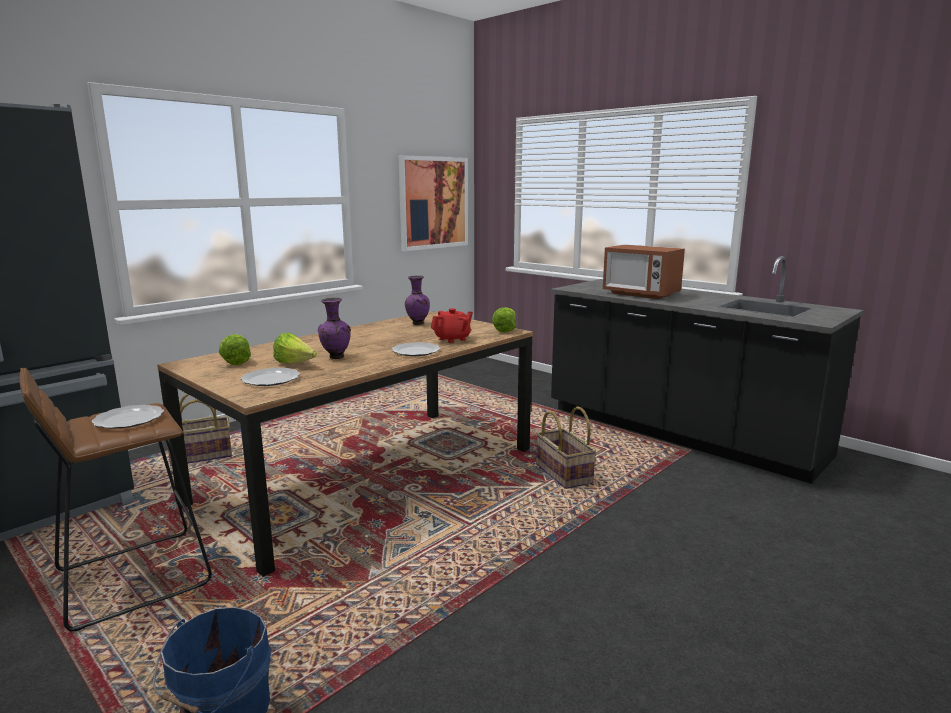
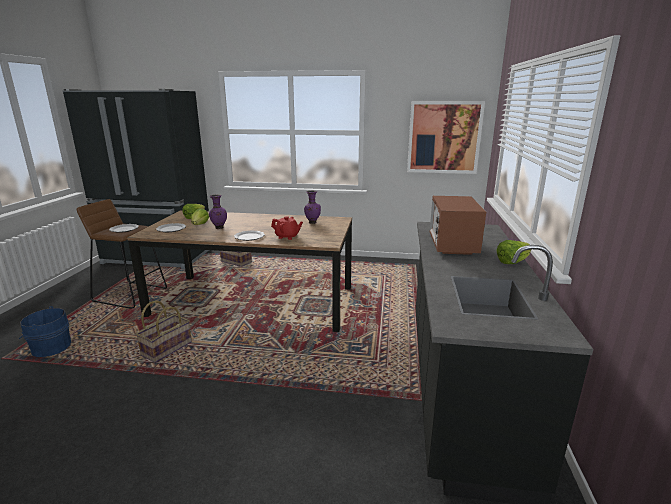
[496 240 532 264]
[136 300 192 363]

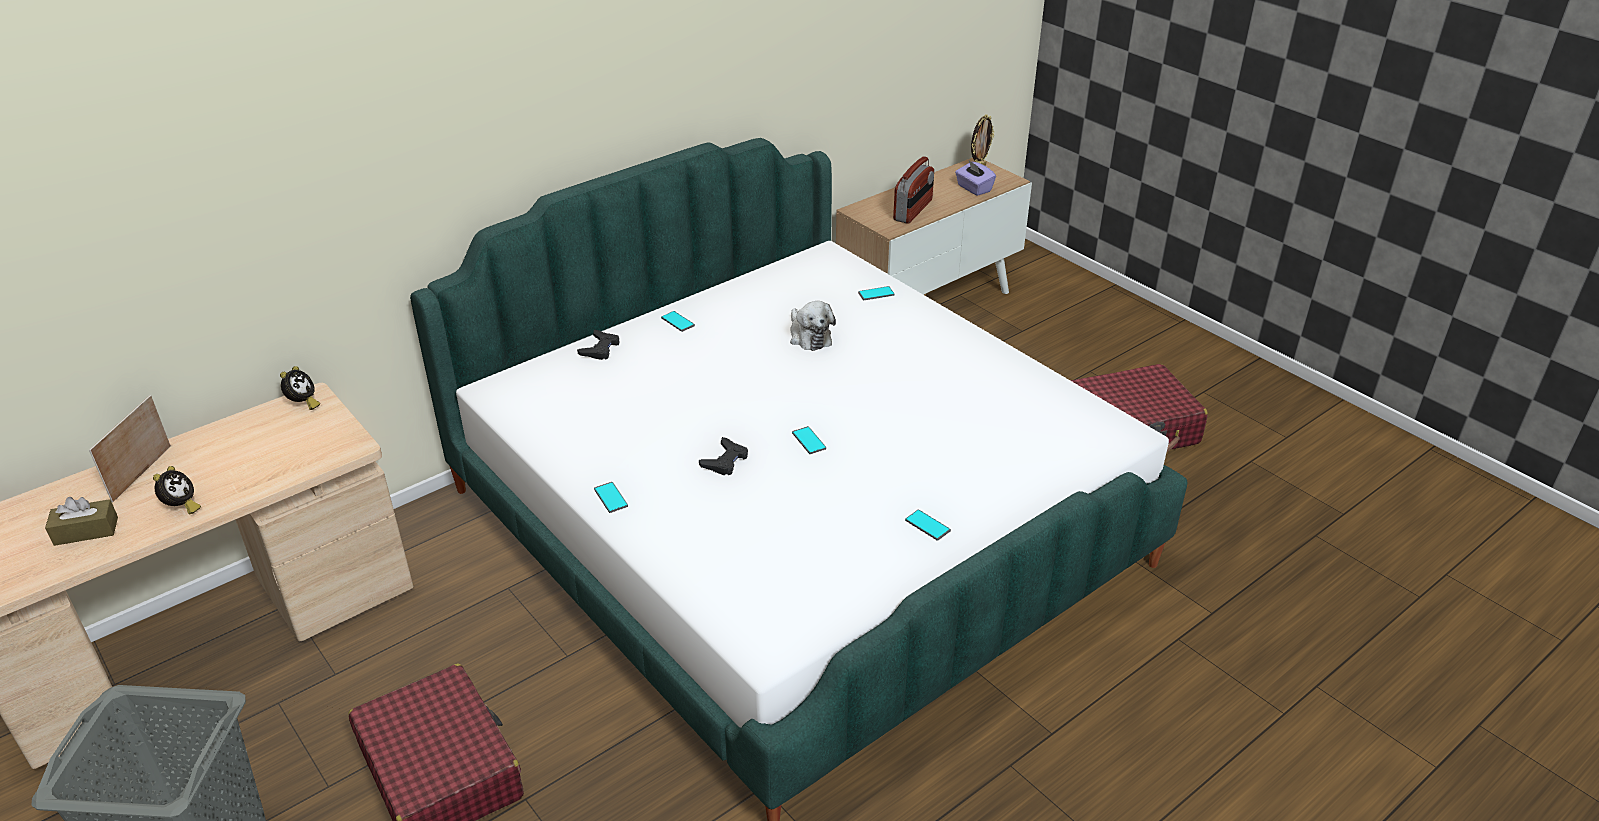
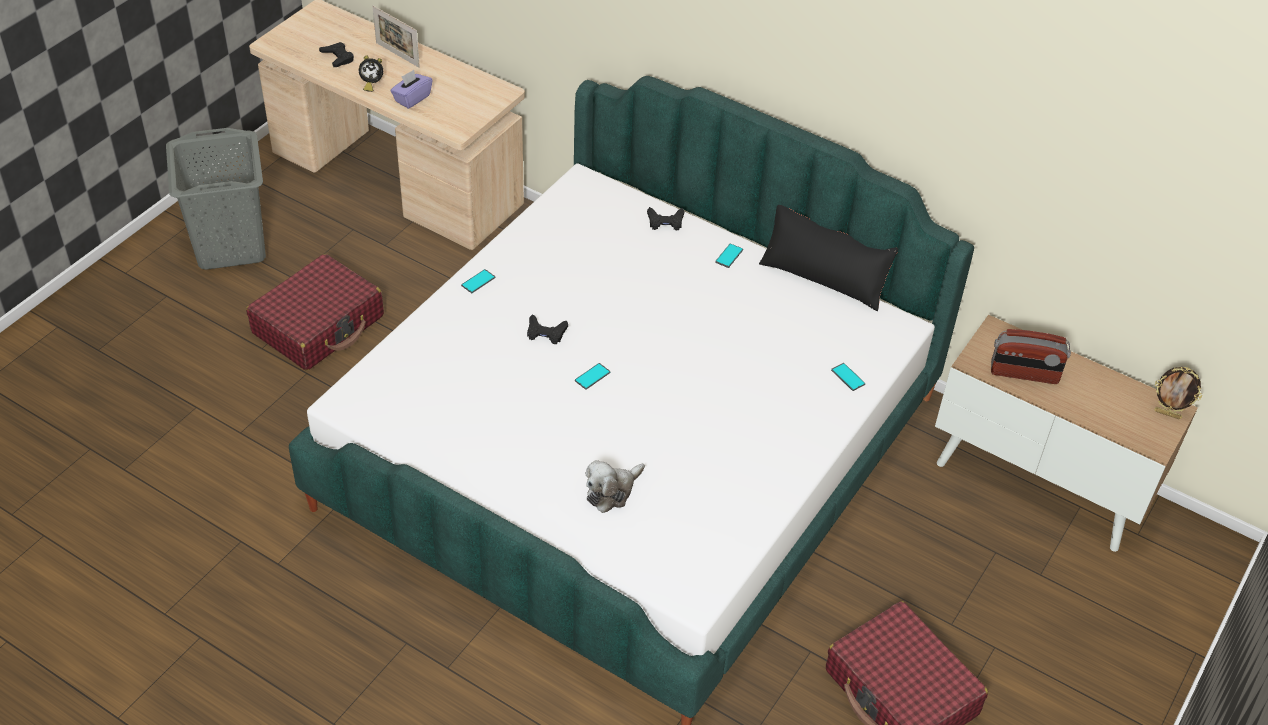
[390 70 433 109]
[585 460 645 513]
[280 366 320 410] (first image)
[373 6 420 68]
[319 42 354 67]
[905 510 951 541] (first image)
[759 205 898 311]

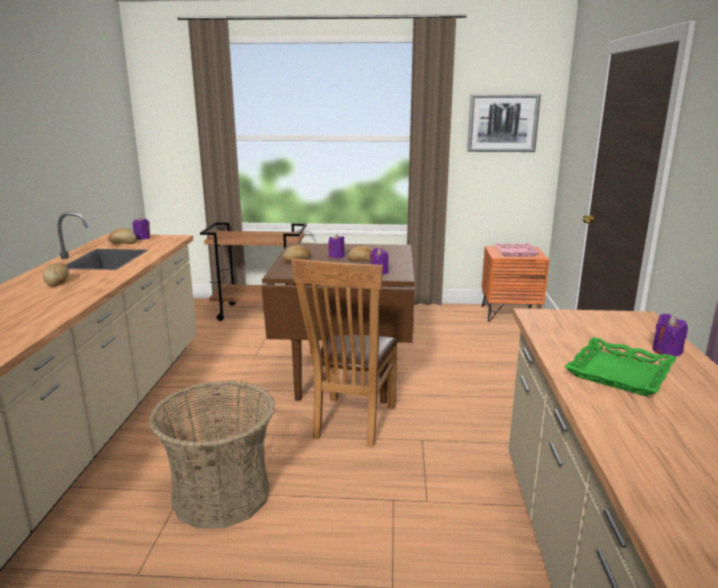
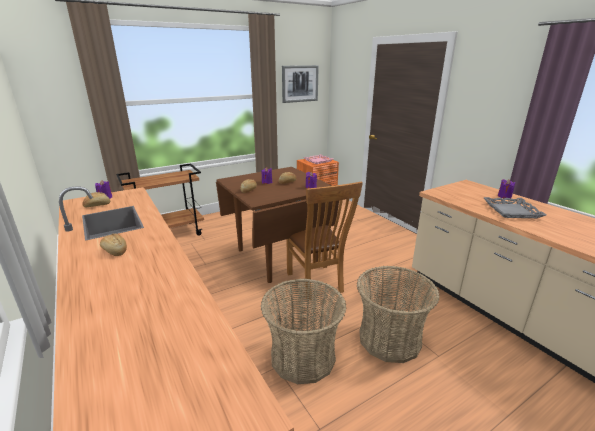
[484 197 546 218]
[357 266 440 363]

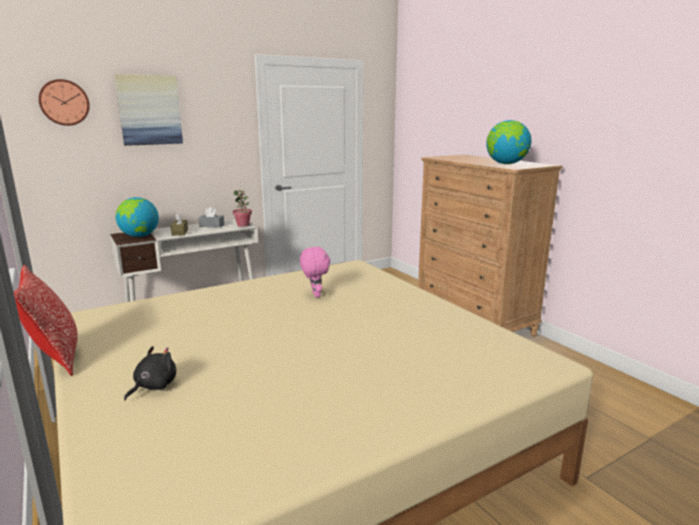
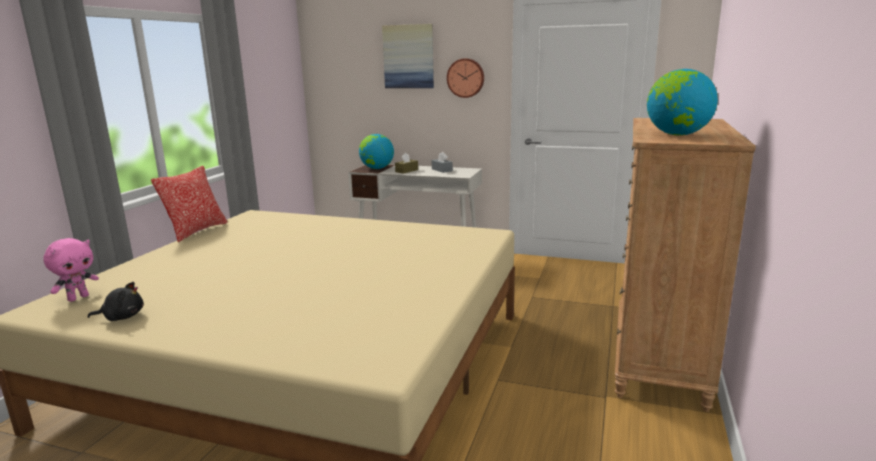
[447 58 484 98]
[233 190 252 227] (first image)
[43 238 99 302]
[88 282 144 321]

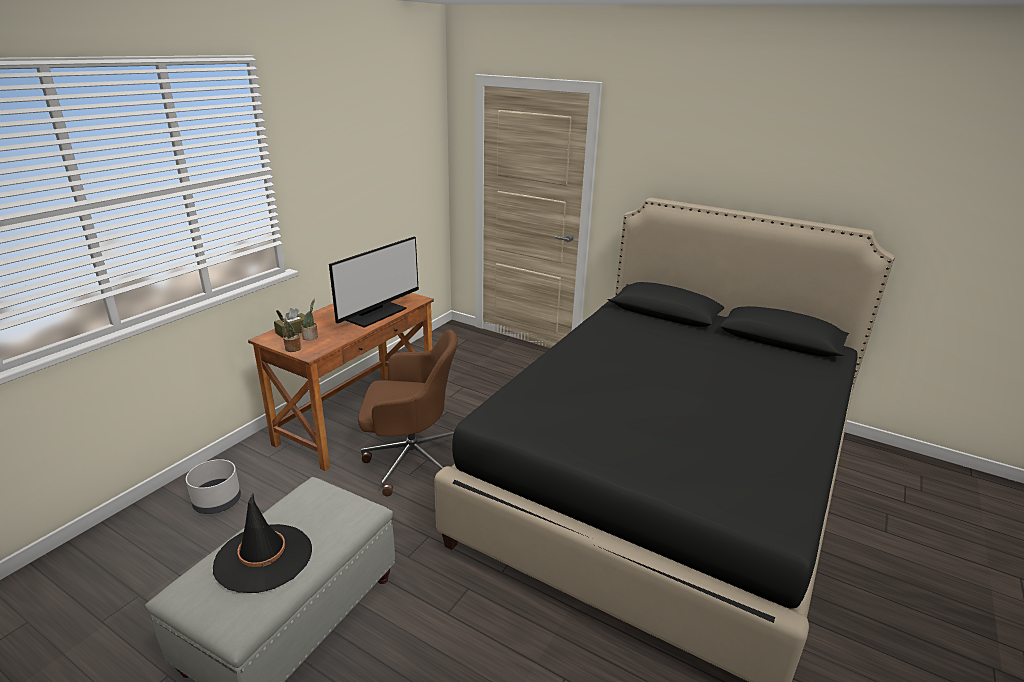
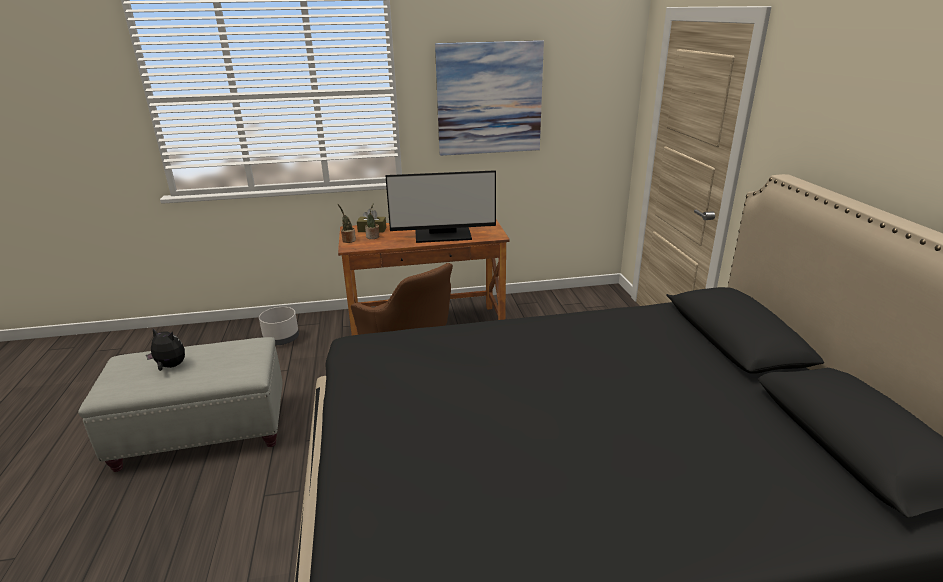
[146 329 185 371]
[435 40 544 156]

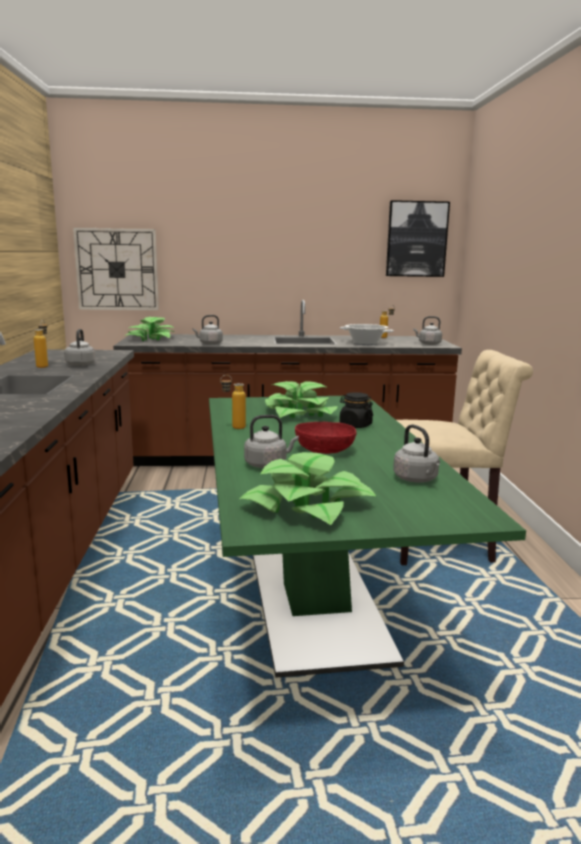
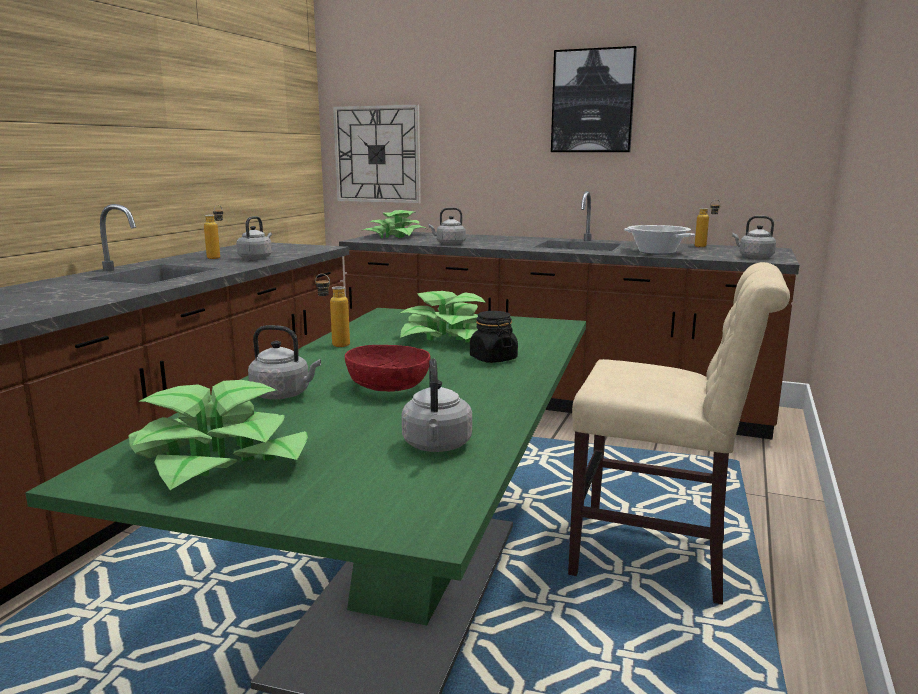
[551 46 637 152]

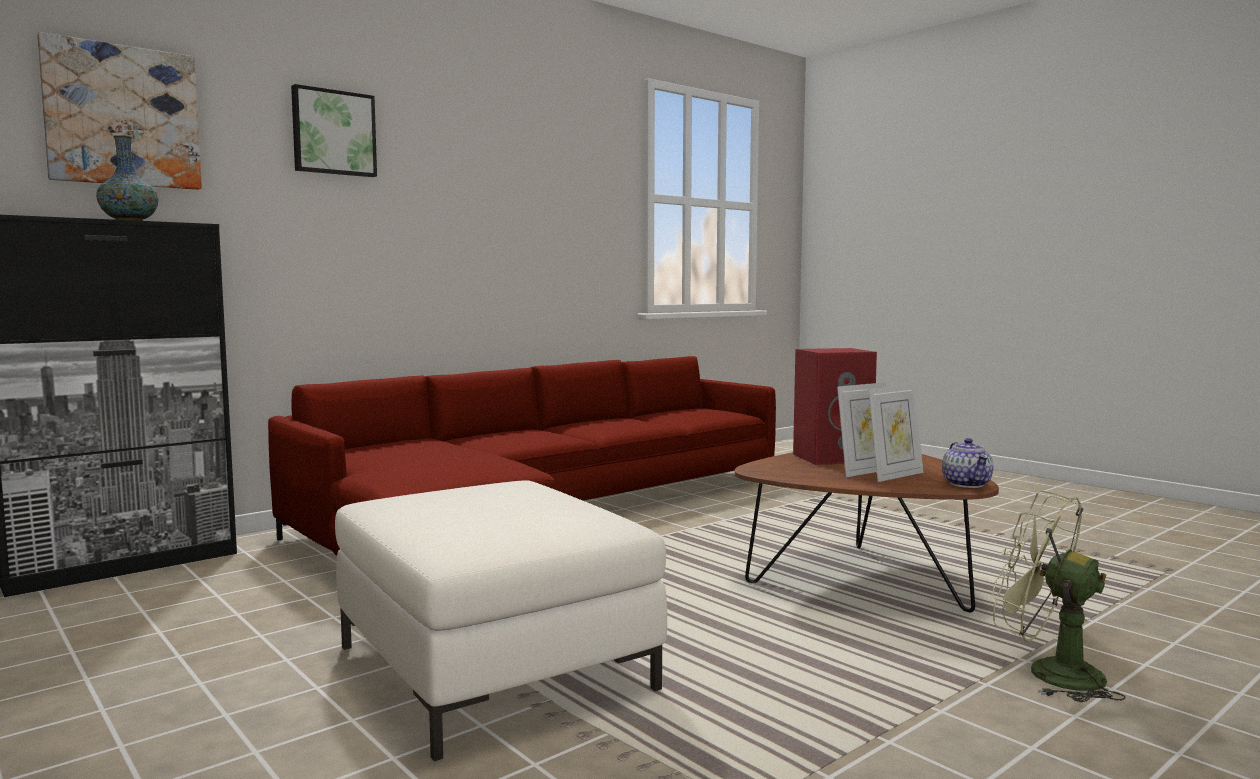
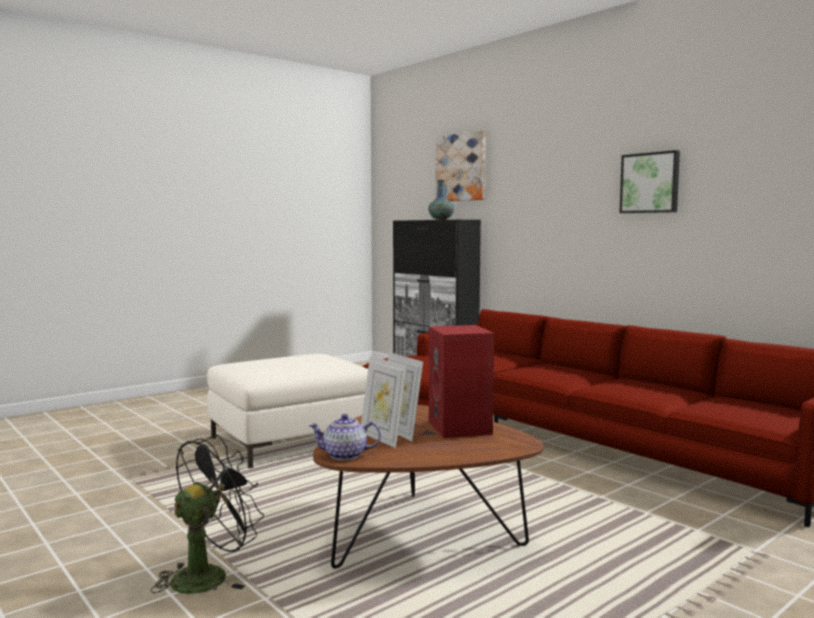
[619 150 680 213]
[151 435 264 594]

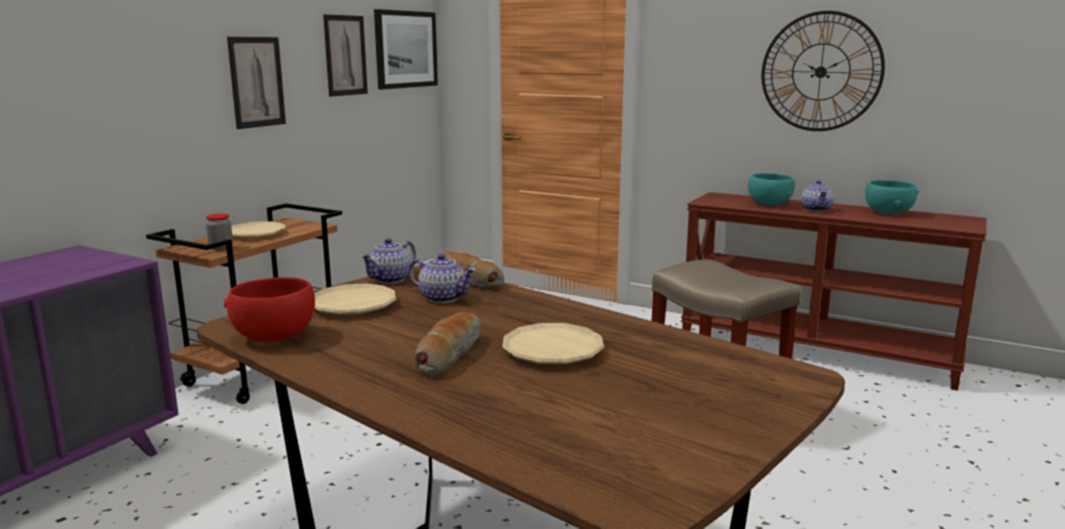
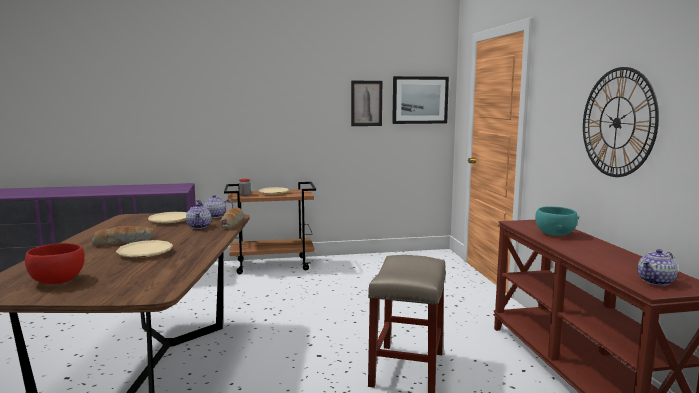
[227 37 286 129] (first image)
[638 249 678 286]
[865 180 919 214] (first image)
[25 243 85 284]

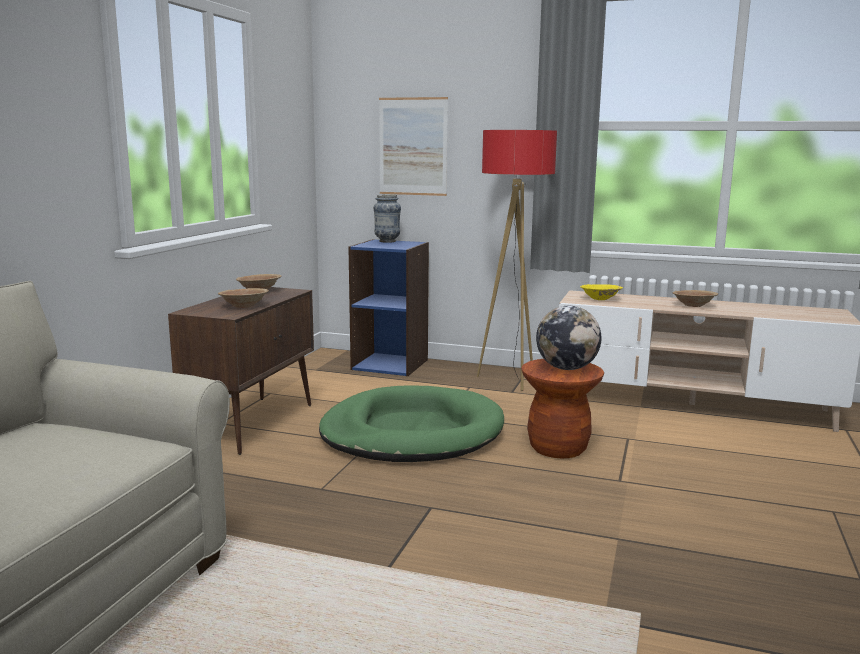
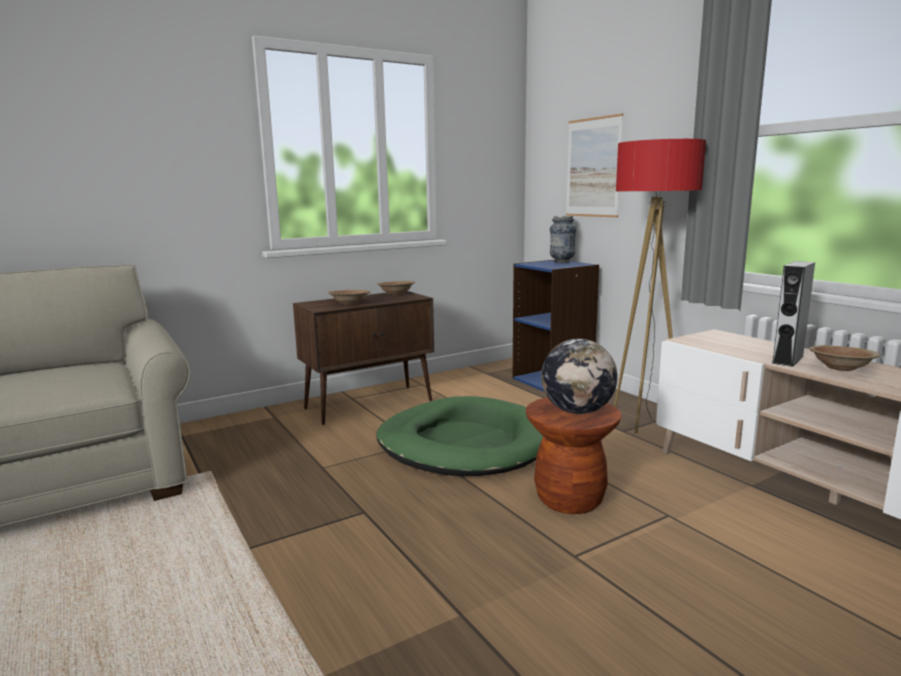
[580 284 623 300] (first image)
[772 261 815 367]

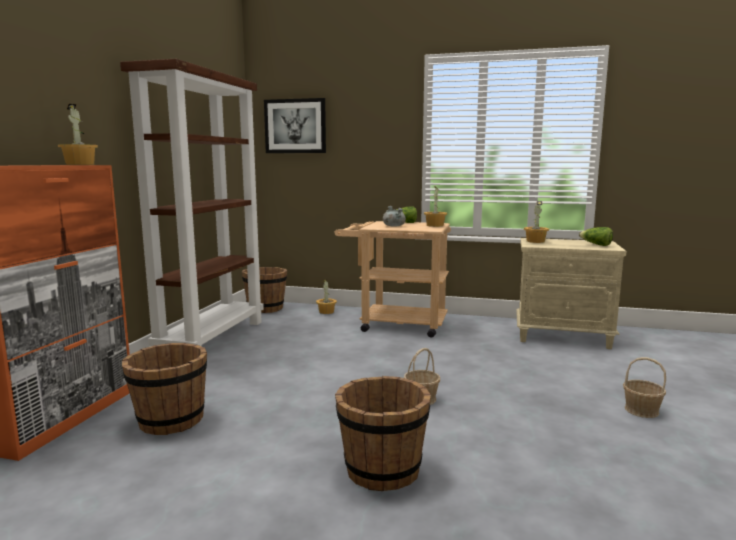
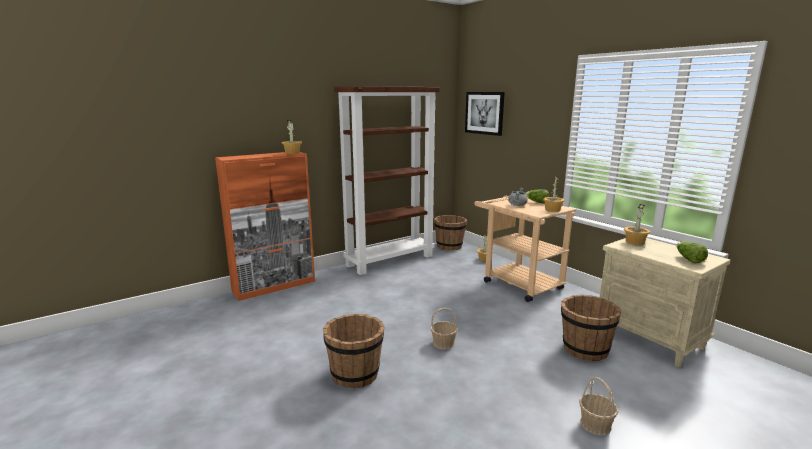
[561 295 621 361]

